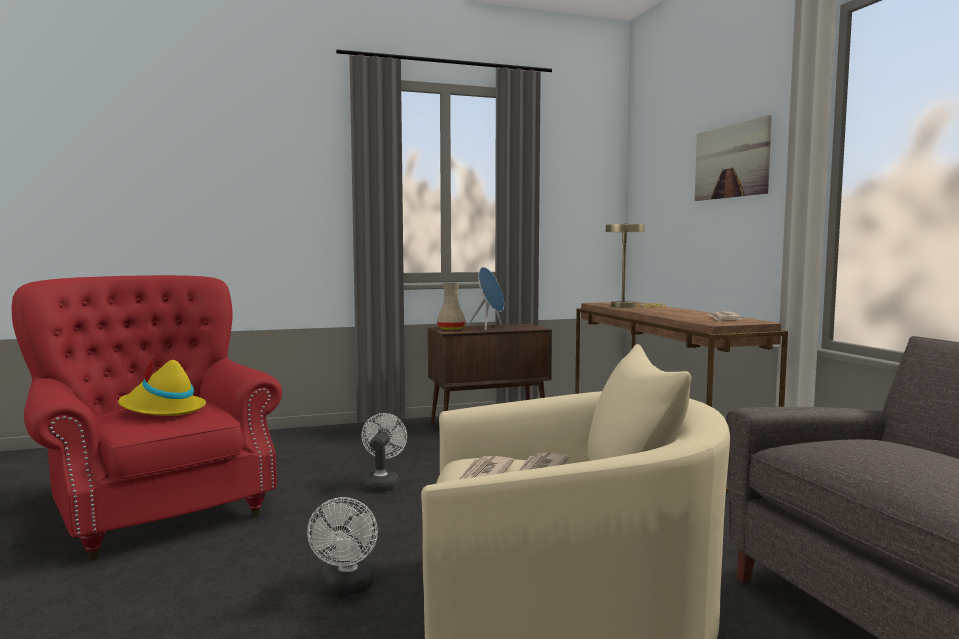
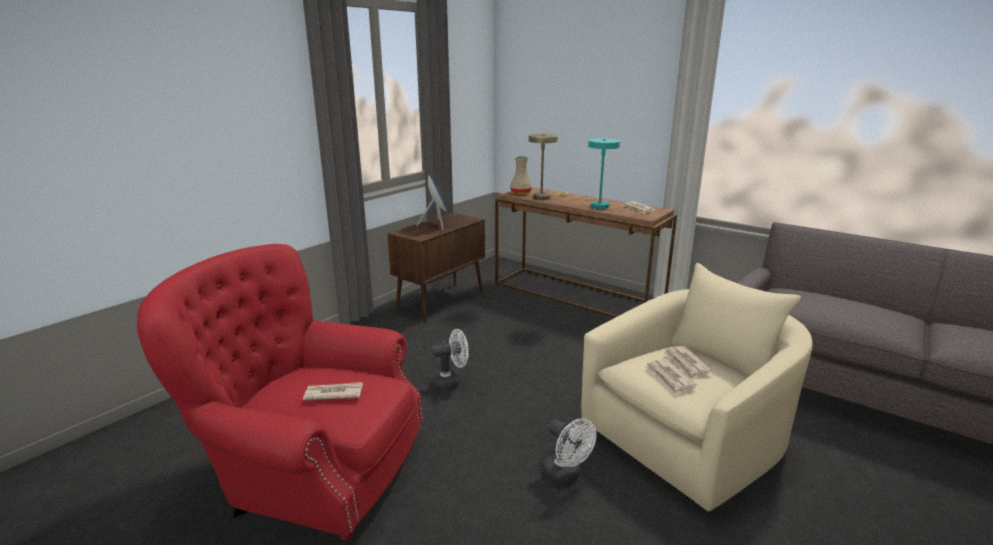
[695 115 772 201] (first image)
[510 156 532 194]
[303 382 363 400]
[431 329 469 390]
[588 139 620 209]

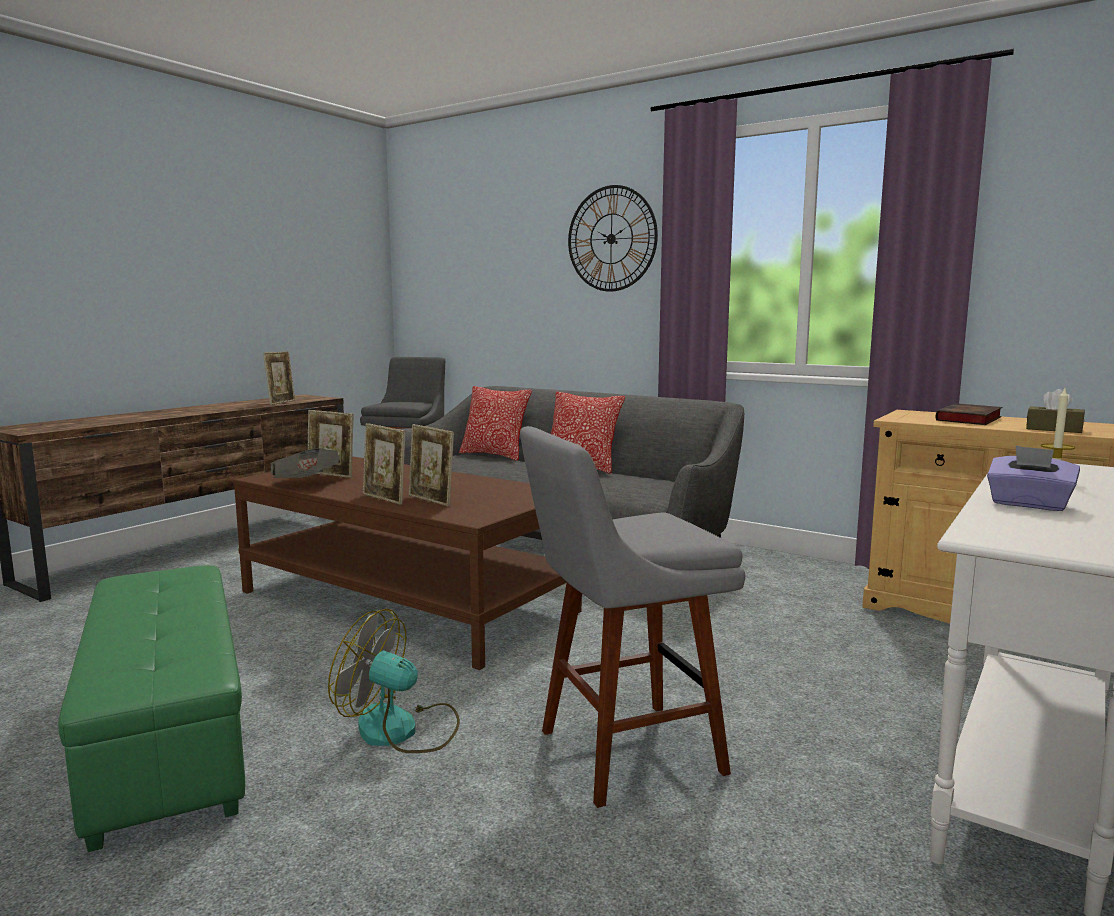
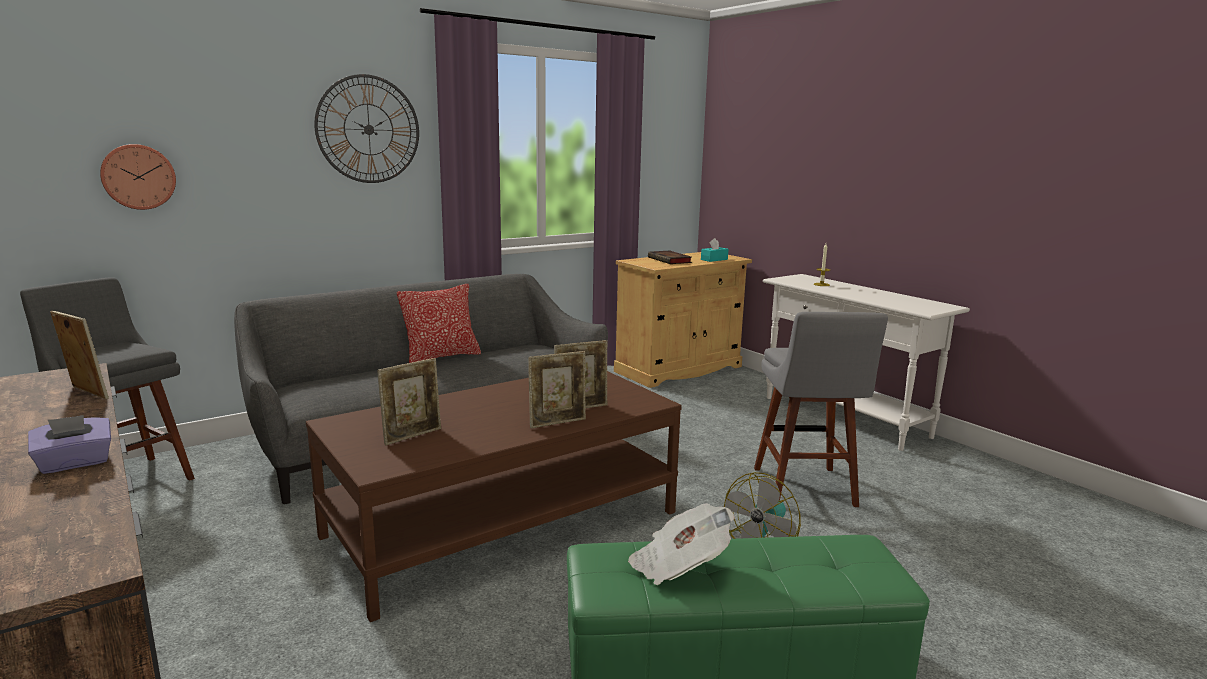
[459 386 532 461] (first image)
[701 238 729 262]
[28 415 111 474]
[628 503 735 585]
[100 144 176 210]

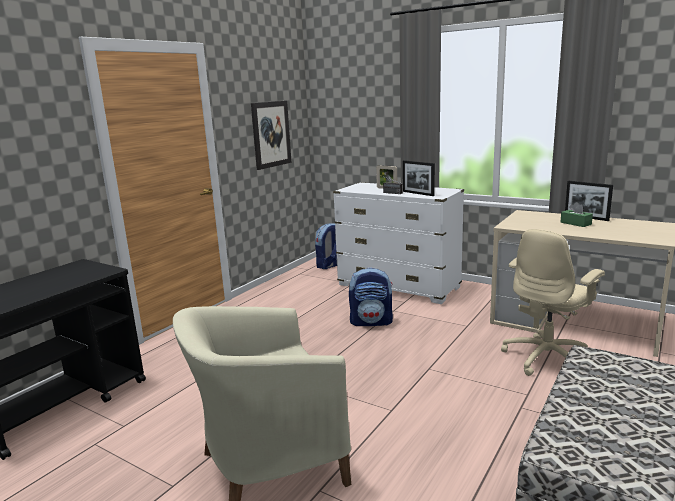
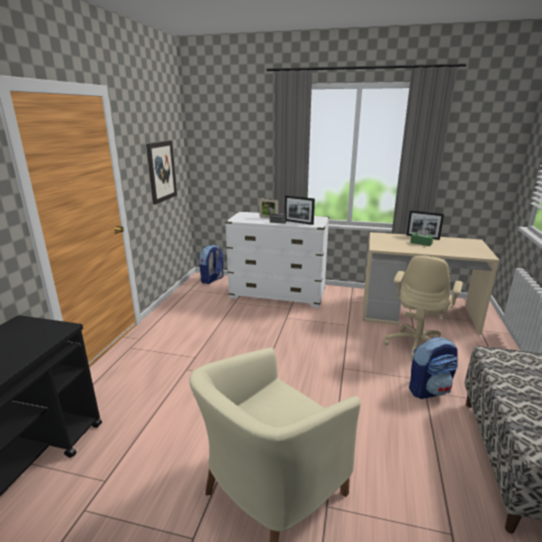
[409 337 458 399]

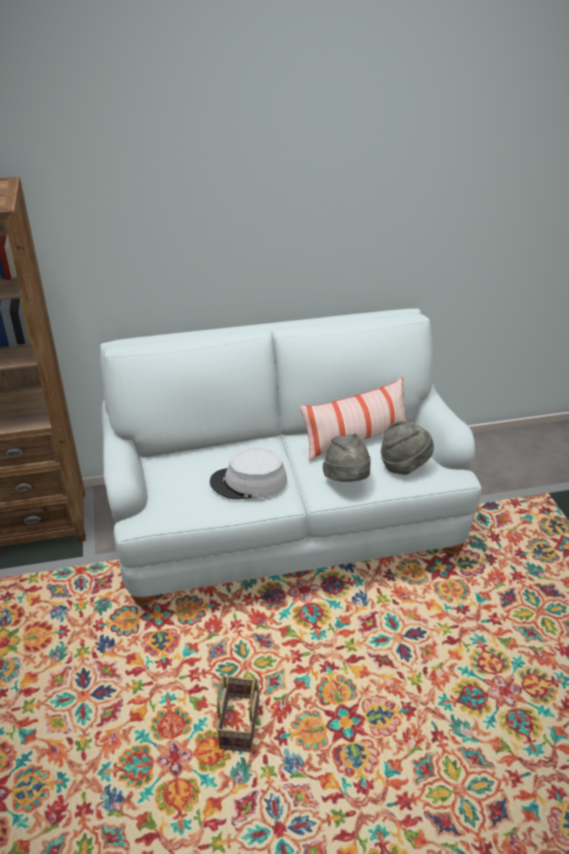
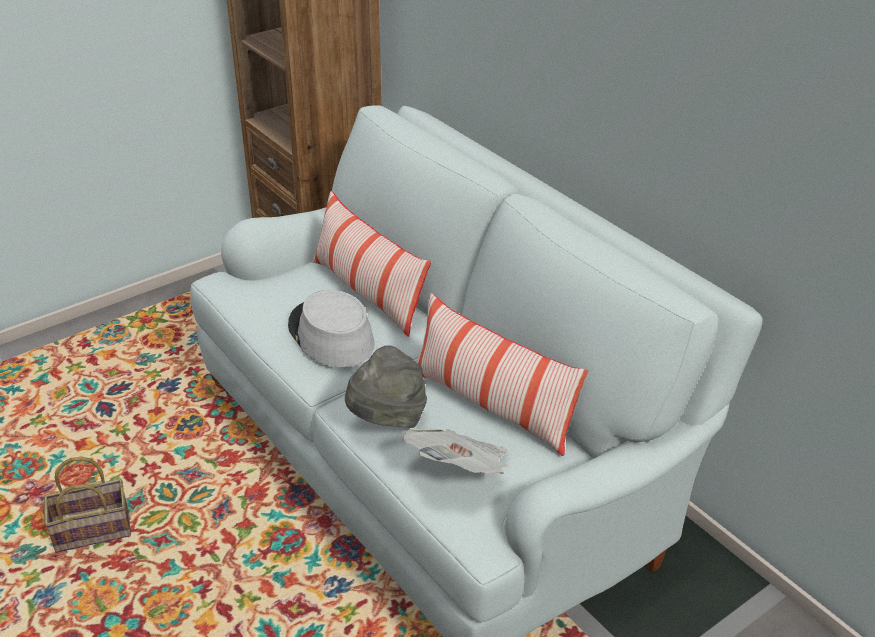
[404 429 507 474]
[312 191 431 337]

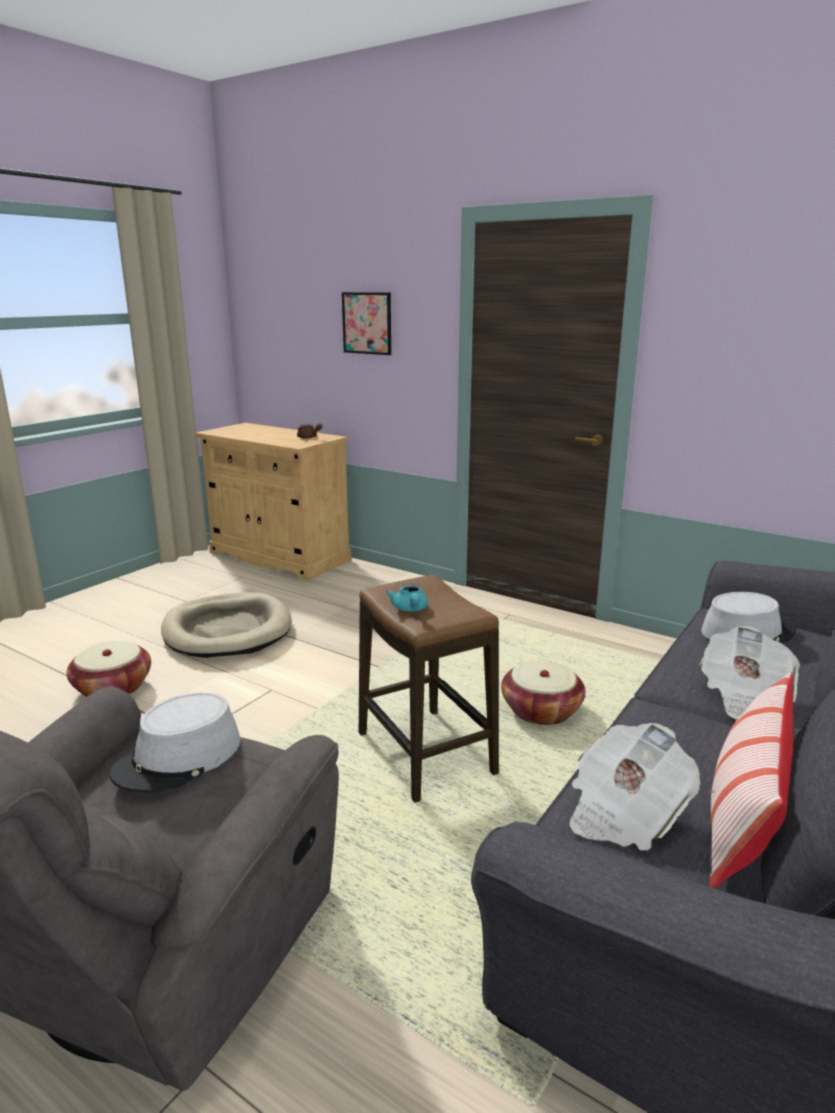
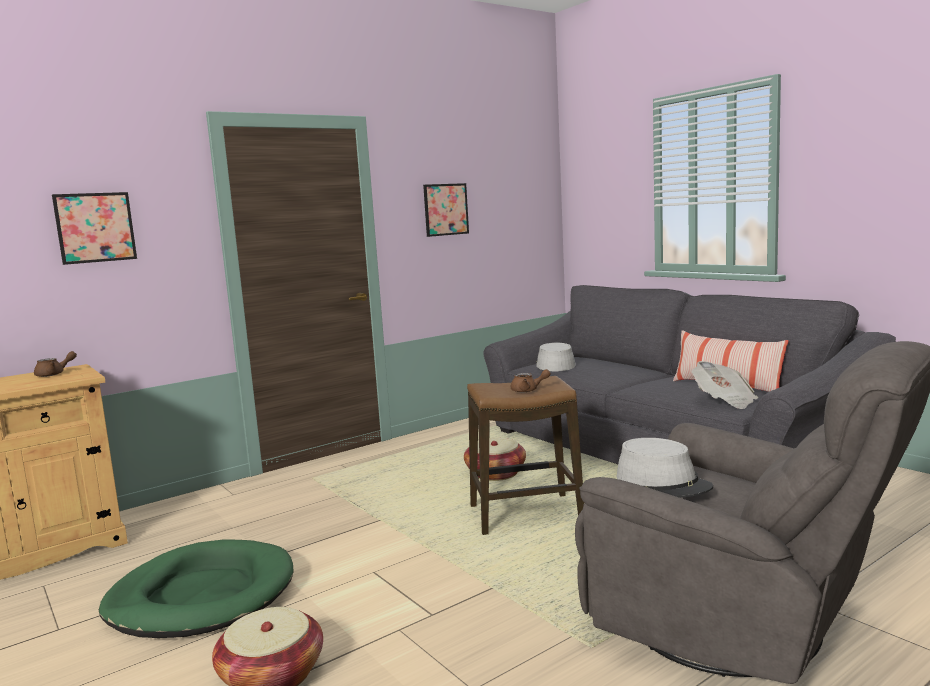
[511 369 551 392]
[99 540 294 638]
[700 626 800 720] (first image)
[423 183 469 237]

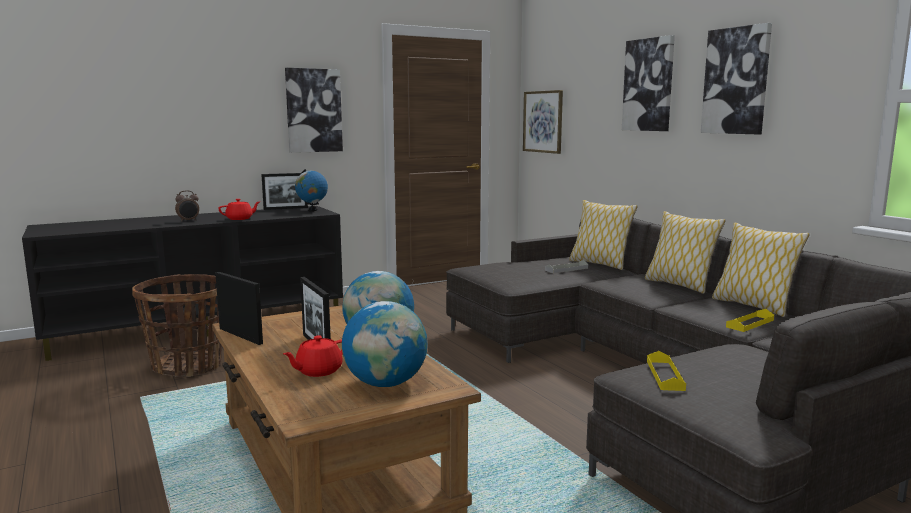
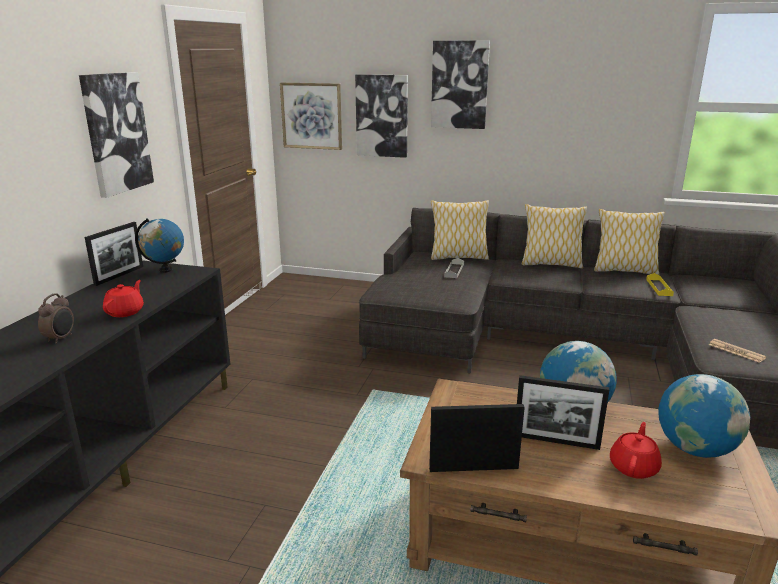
[355 74 408 158]
[132 274 222 377] (first image)
[610 422 662 479]
[709 339 766 363]

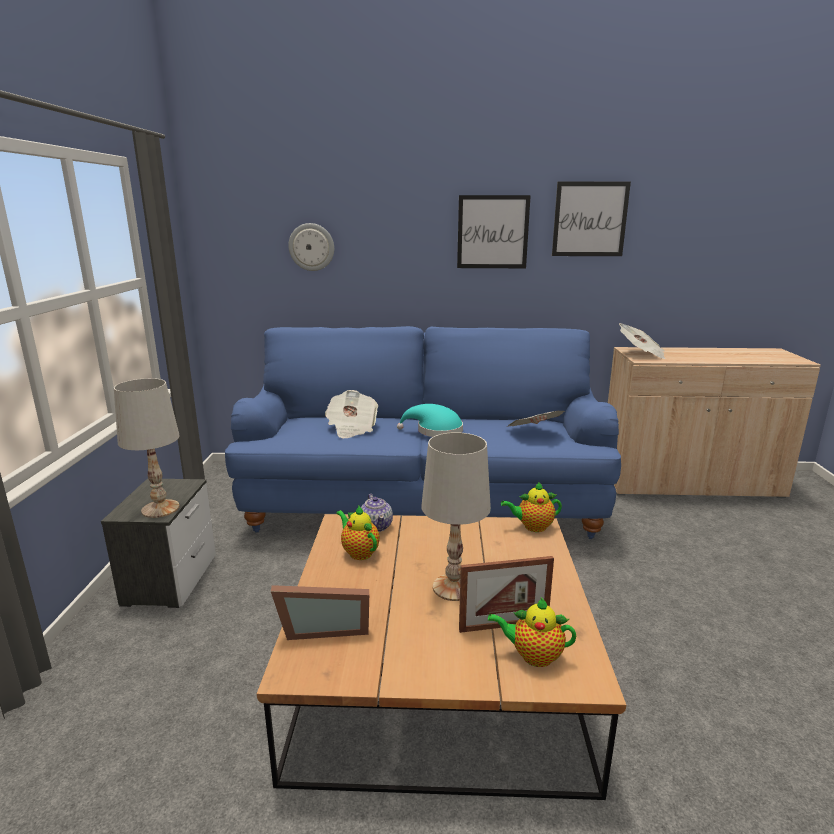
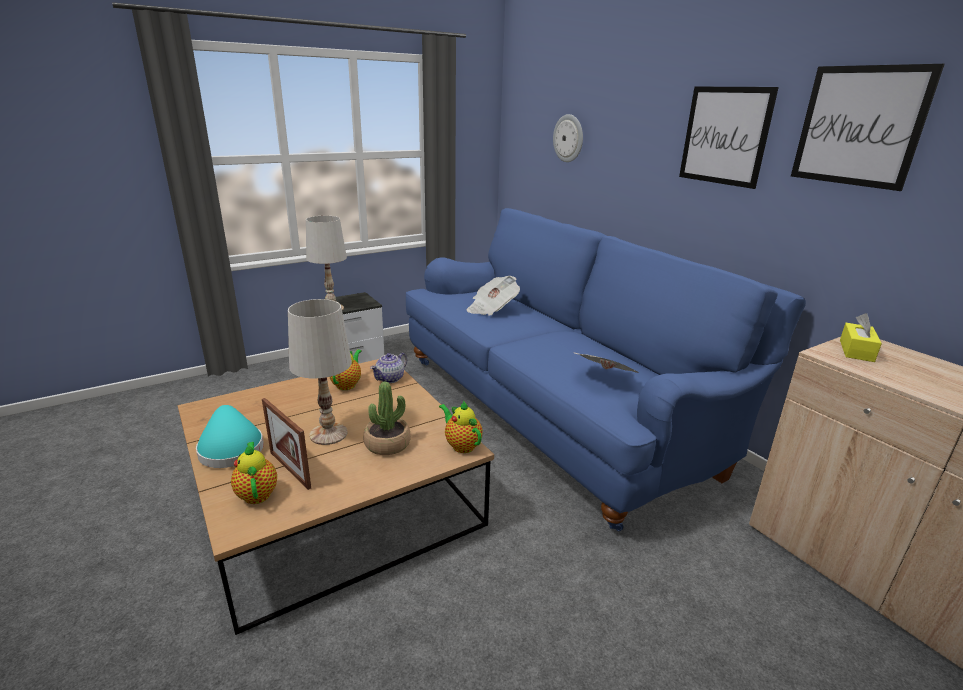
[840 313 882 362]
[196 405 264 468]
[271 585 369 640] (first image)
[364 381 411 455]

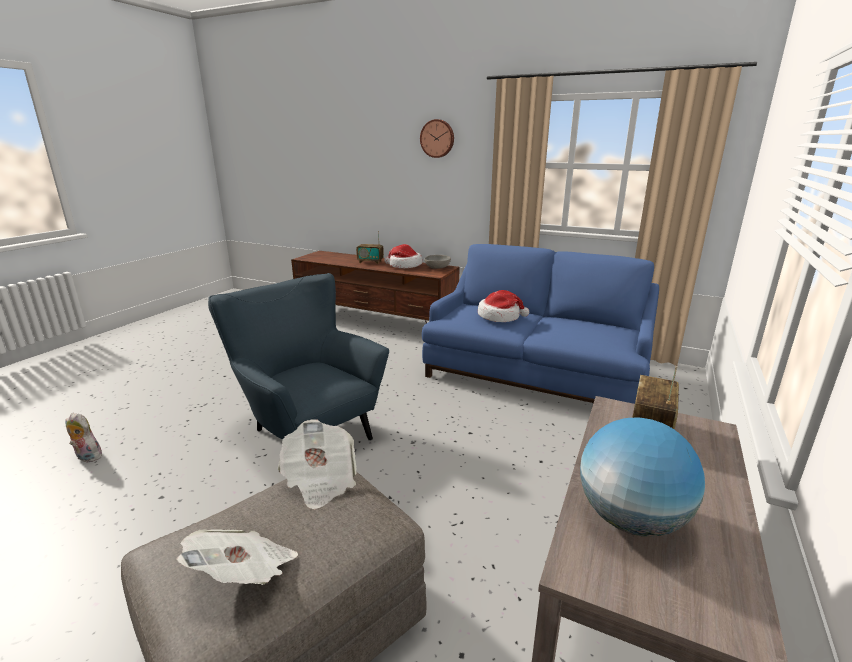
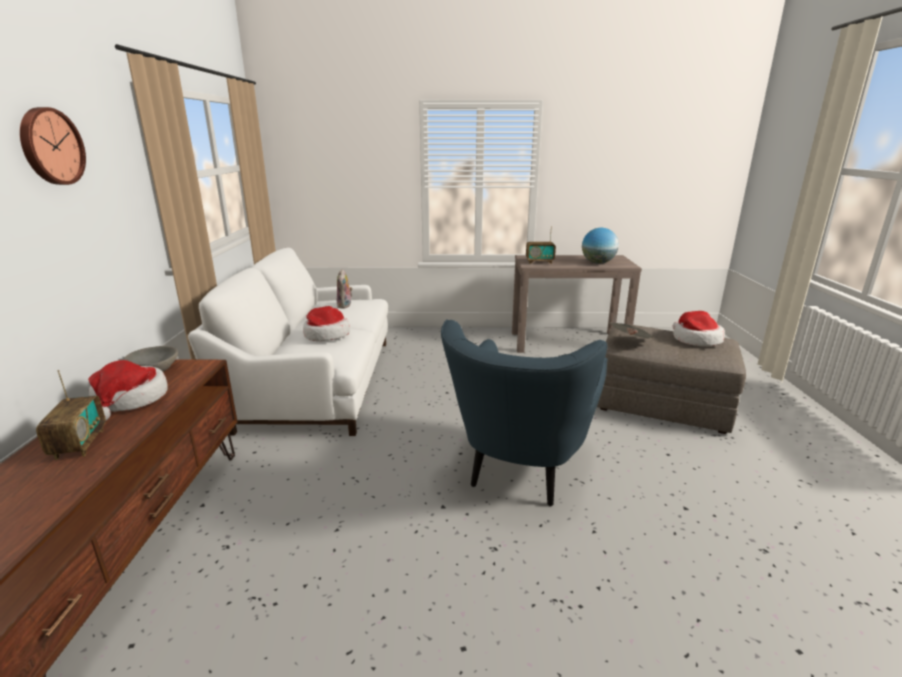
[188 248 388 436]
[337 269 353 308]
[672 311 725 346]

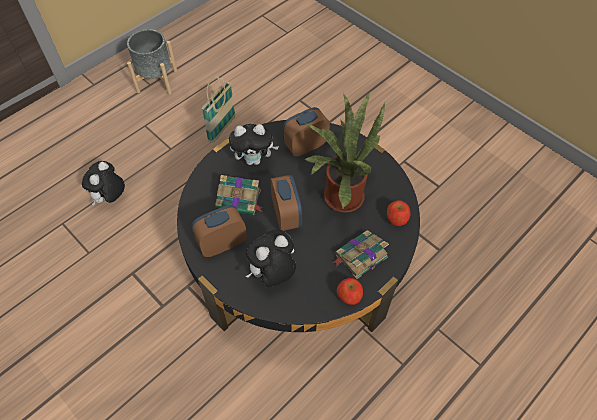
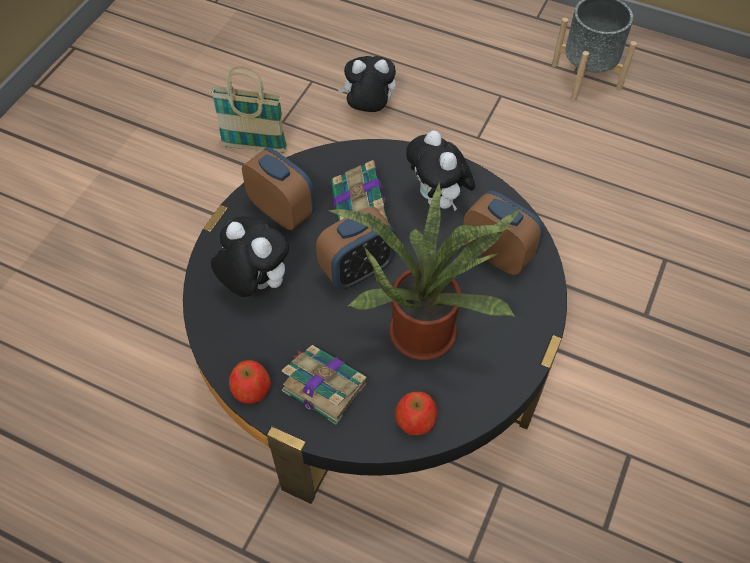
[211 66 287 153]

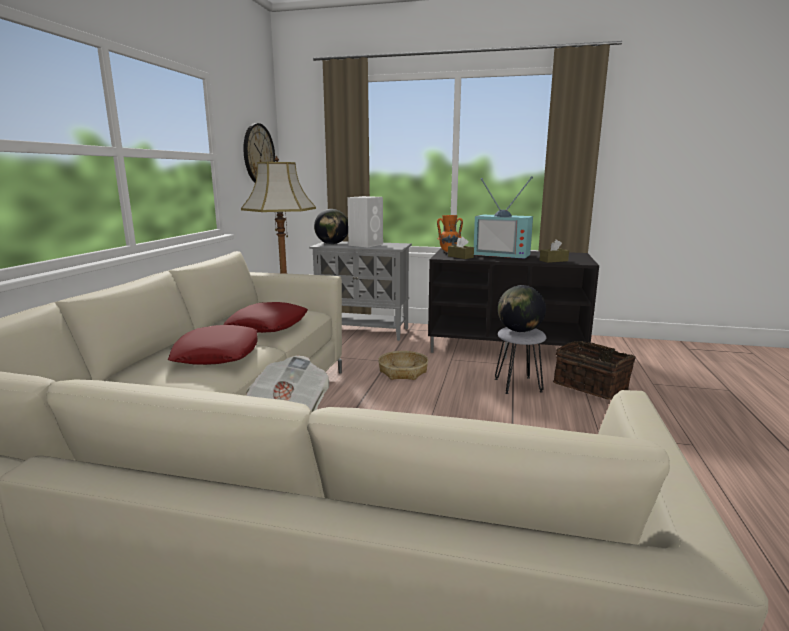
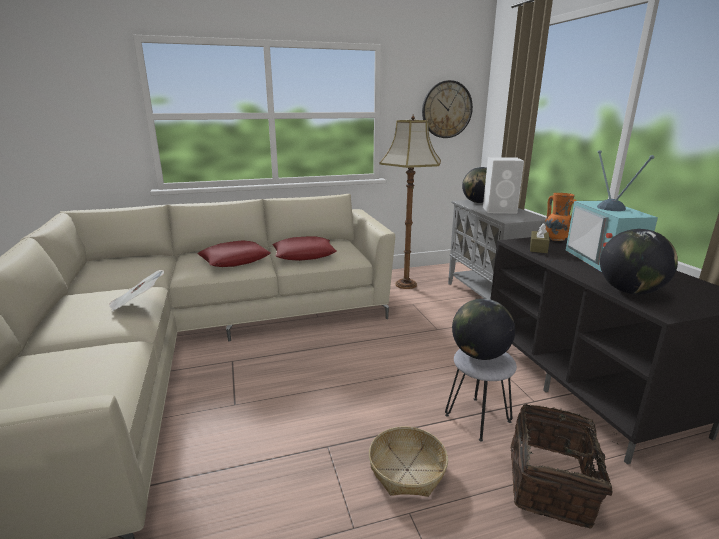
[600 229 678 295]
[369 426 448 497]

